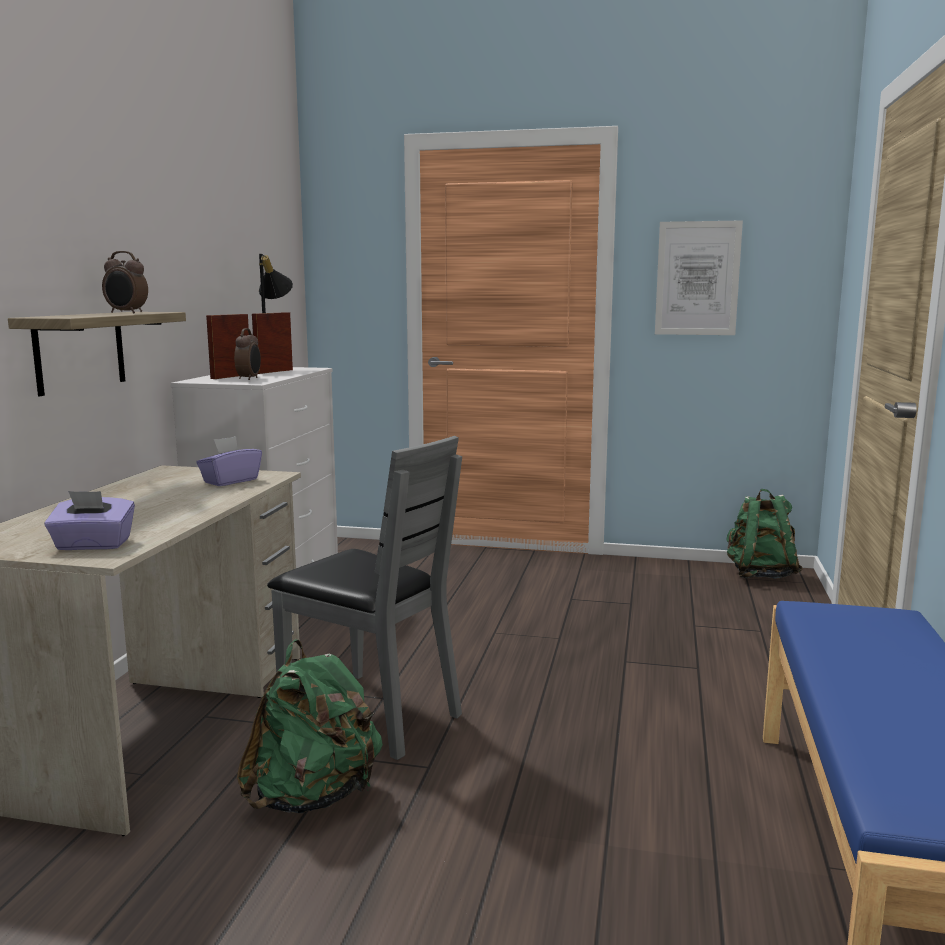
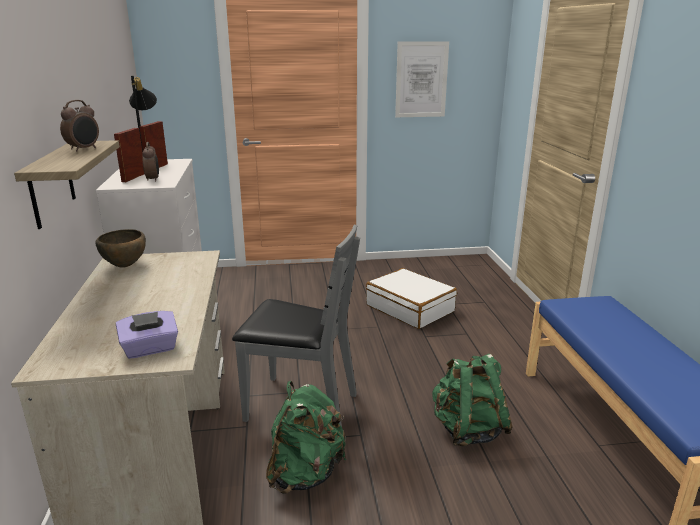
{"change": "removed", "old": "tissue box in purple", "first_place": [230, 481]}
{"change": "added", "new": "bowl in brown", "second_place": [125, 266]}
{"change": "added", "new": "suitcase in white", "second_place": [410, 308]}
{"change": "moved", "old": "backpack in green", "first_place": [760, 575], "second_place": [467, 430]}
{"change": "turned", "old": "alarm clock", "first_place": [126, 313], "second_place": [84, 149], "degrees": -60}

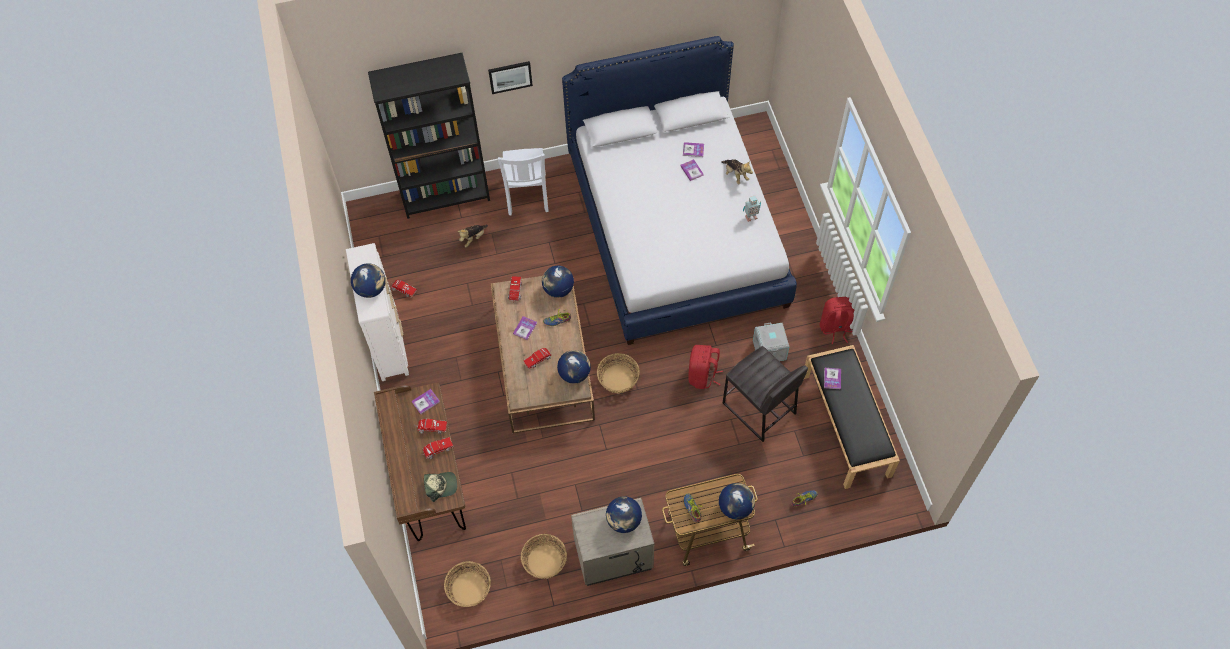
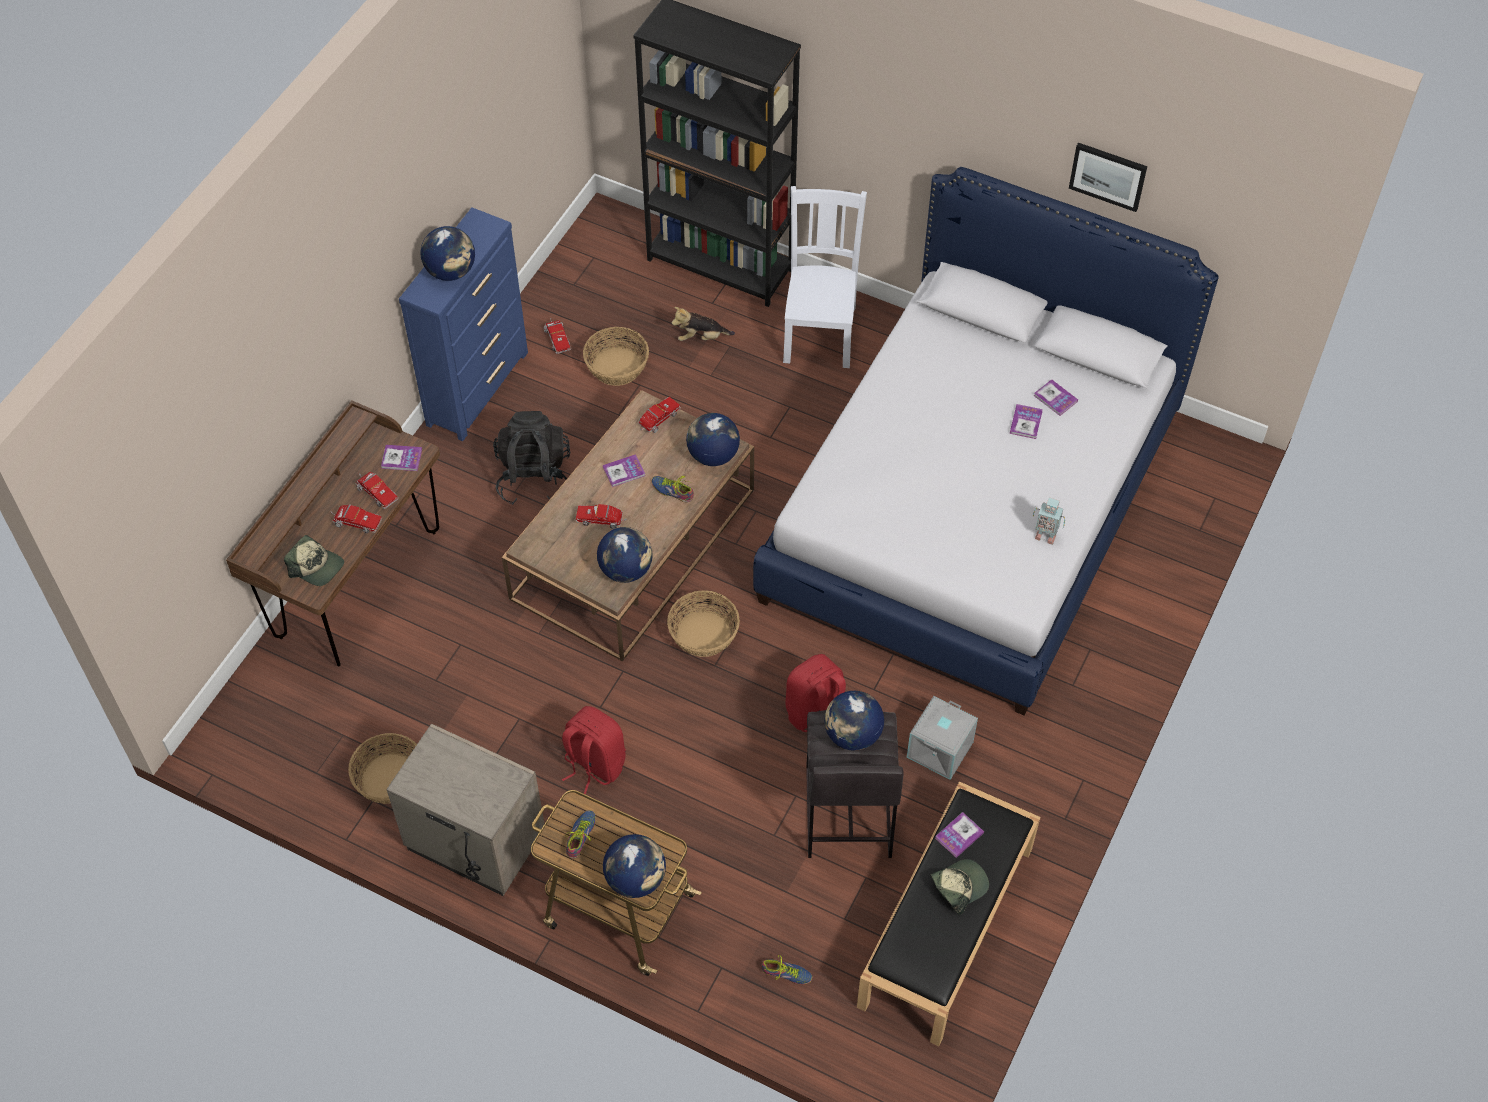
{"change": "removed", "old": "plush toy", "first_place": [735, 175]}
{"change": "added", "new": "backpack in black", "second_place": [534, 478]}
{"change": "added", "new": "cap", "second_place": [958, 886]}
{"change": "moved", "old": "basket", "first_place": [469, 589], "second_place": [616, 367]}
{"change": "moved", "old": "picture", "first_place": [510, 76], "second_place": [1108, 175]}
{"change": "moved", "old": "globe", "first_place": [624, 521], "second_place": [852, 735]}
{"change": "moved", "old": "backpack in red", "first_place": [835, 328], "second_place": [593, 764]}
{"change": "recoloured", "old": "dresser in white", "new": "dresser in blue", "first_place": [389, 342], "second_place": [478, 388]}
{"change": "turned", "old": "chair in white", "first_place": [527, 195], "second_place": [820, 332], "degrees": 150}

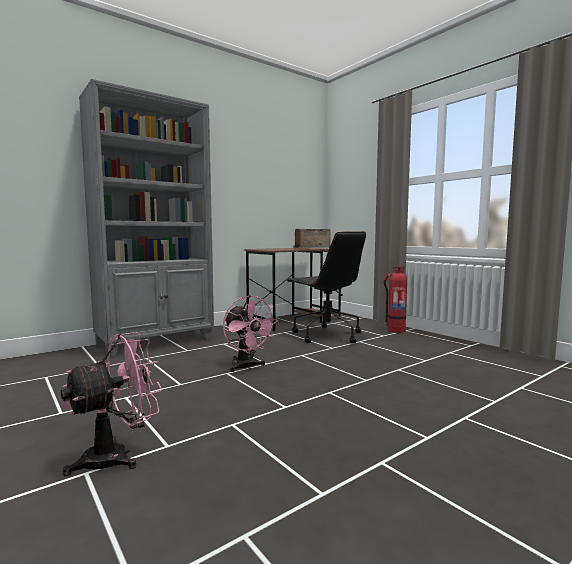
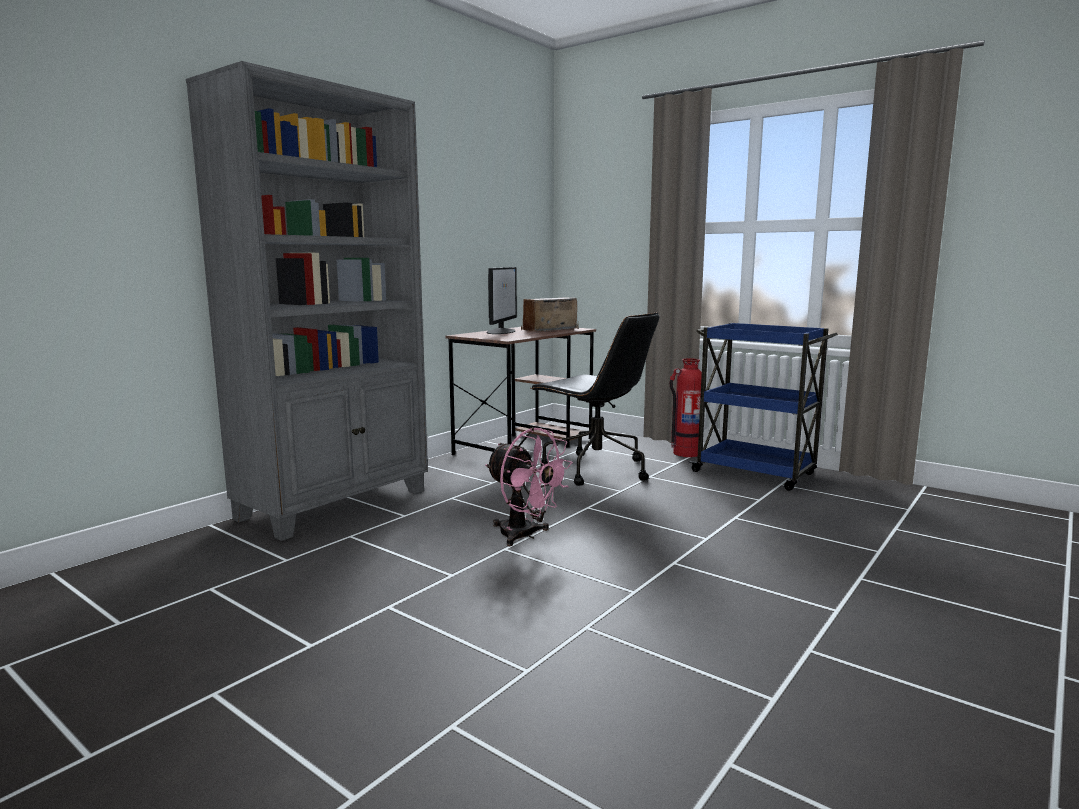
{"change": "removed", "old": "fan in pink", "first_place": [117, 456]}
{"change": "added", "new": "monitor", "second_place": [501, 331]}
{"change": "added", "new": "cart in blue", "second_place": [756, 473]}

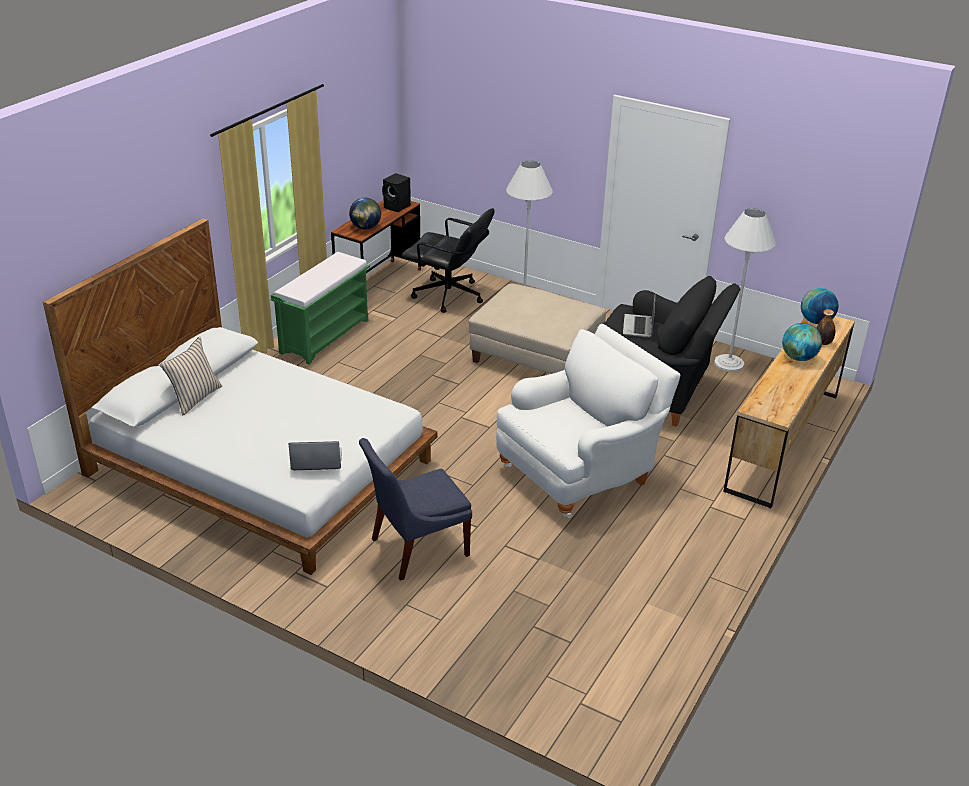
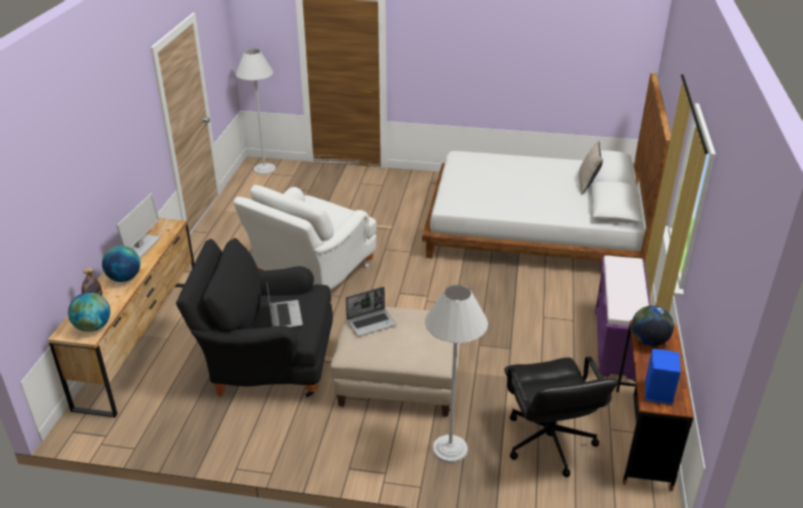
{"change": "removed", "old": "chair in blue", "first_place": [415, 548]}
{"change": "added", "new": "monitor", "second_place": [141, 247]}
{"change": "moved", "old": "laptop", "first_place": [315, 461], "second_place": [371, 323]}
{"change": "moved", "old": "floor lamp in white", "first_place": [729, 363], "second_place": [264, 169]}
{"change": "recoloured", "old": "bench in green", "new": "bench in purple", "first_place": [325, 336], "second_place": [616, 345]}
{"change": "recoloured", "old": "speaker in black", "new": "speaker in blue", "first_place": [397, 207], "second_place": [657, 392]}
{"change": "turned", "old": "office chair in black", "first_place": [449, 296], "second_place": [548, 443], "degrees": -105}

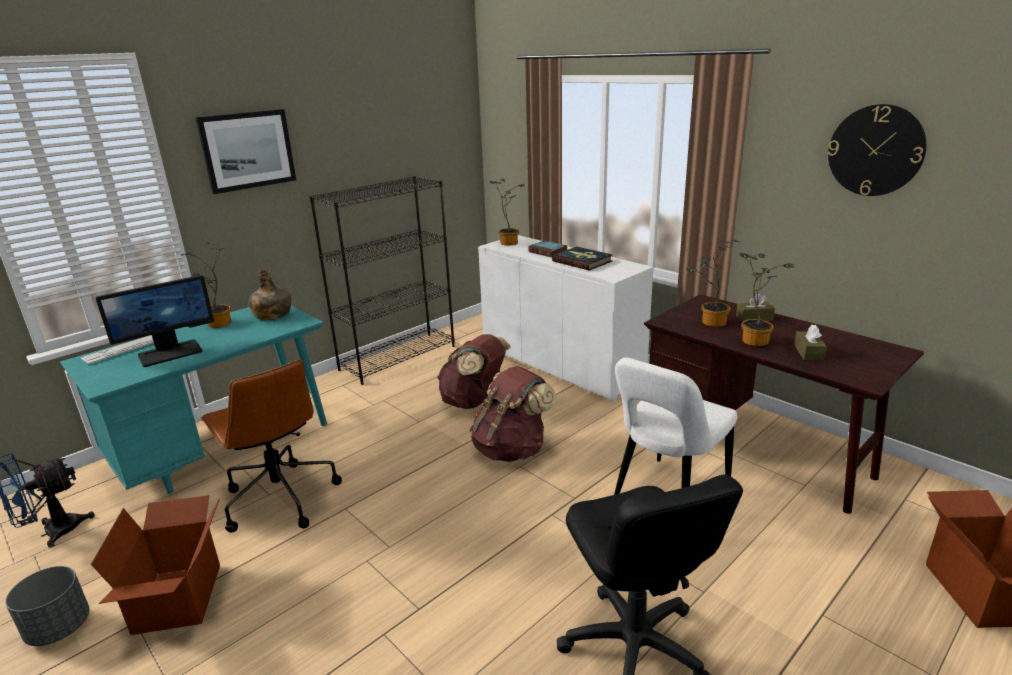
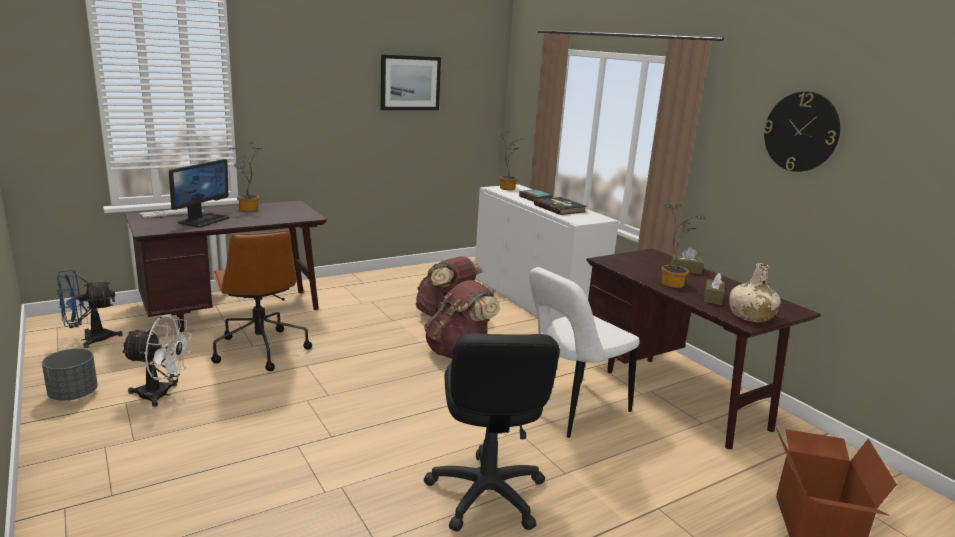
{"change": "removed", "old": "bottle in green", "first_place": [272, 315]}
{"change": "removed", "old": "bookcase in black", "first_place": [398, 357]}
{"change": "removed", "old": "potted plant", "first_place": [710, 322]}
{"change": "added", "new": "bottle in beige", "second_place": [750, 316]}
{"change": "moved", "old": "picture", "first_place": [247, 150], "second_place": [410, 83]}
{"change": "replaced", "old": "cardboard box", "new": "fan in white", "first_place": [180, 598], "second_place": [162, 395]}
{"change": "recoloured", "old": "desk in turquoise", "new": "desk in brown", "first_place": [226, 449], "second_place": [234, 312]}
{"change": "turned", "old": "monitor", "first_place": [170, 353], "second_place": [203, 220], "degrees": -45}

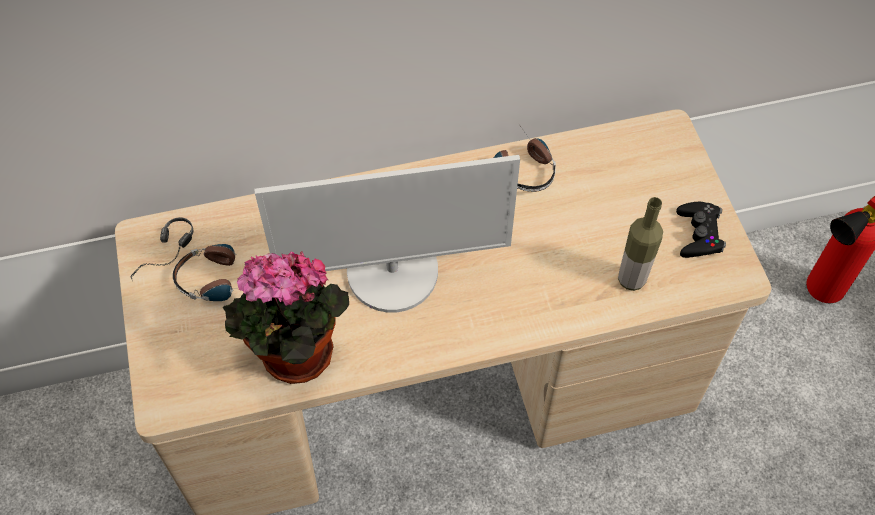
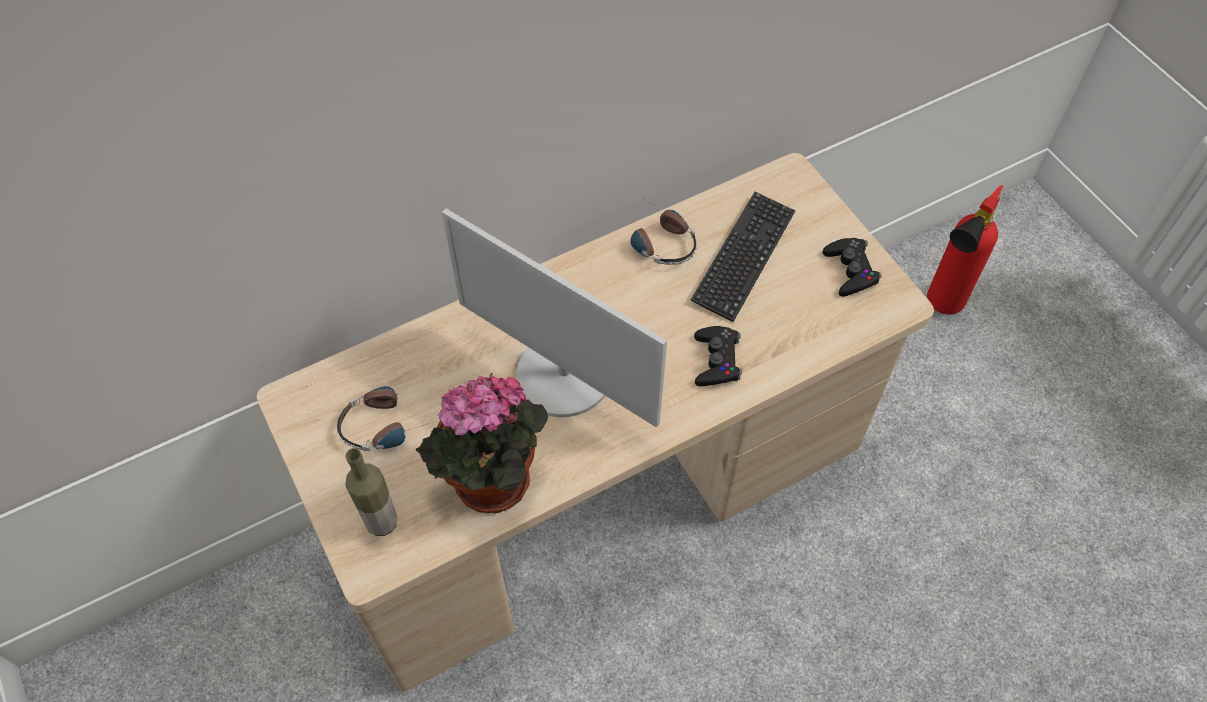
{"change": "removed", "old": "headphones", "first_place": [167, 257]}
{"change": "added", "new": "keyboard", "second_place": [743, 257]}
{"change": "added", "new": "game controller in black", "second_place": [716, 360]}
{"change": "moved", "old": "bottle", "first_place": [631, 280], "second_place": [382, 523]}
{"change": "turned", "old": "monitor", "first_place": [393, 272], "second_place": [564, 376], "degrees": 60}

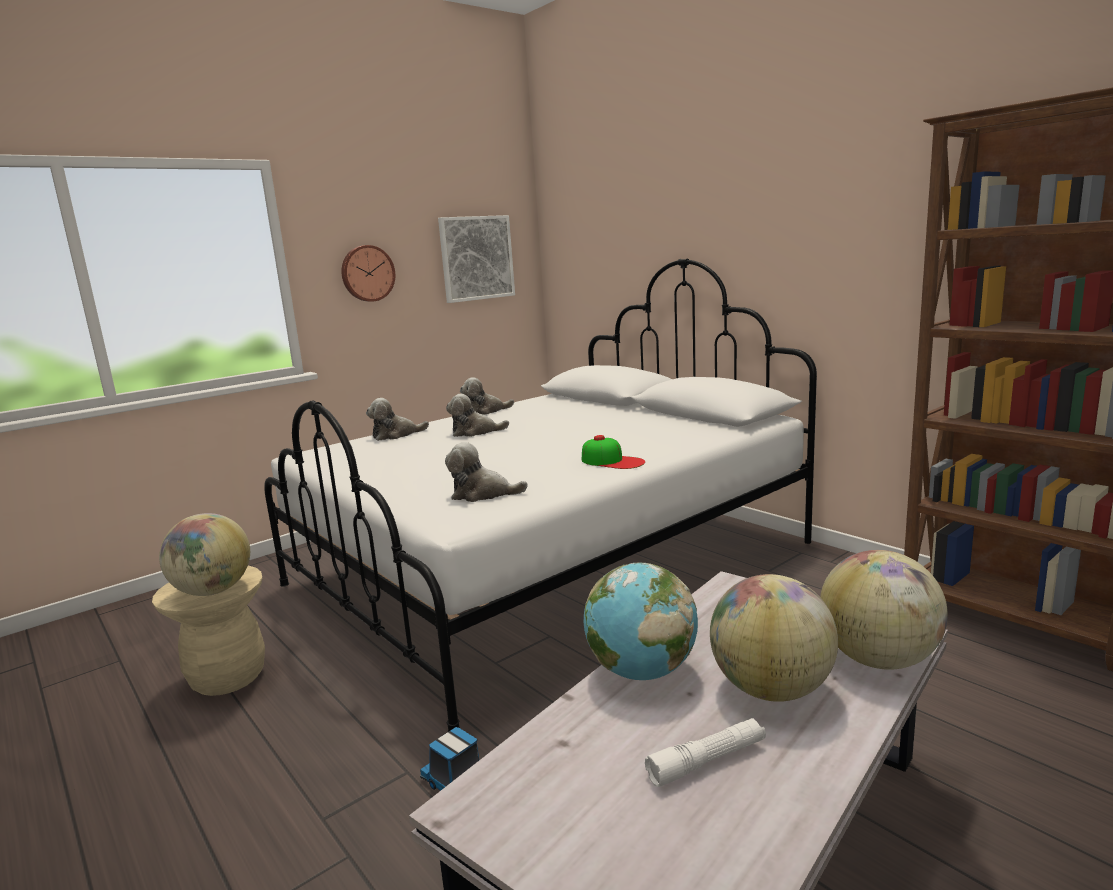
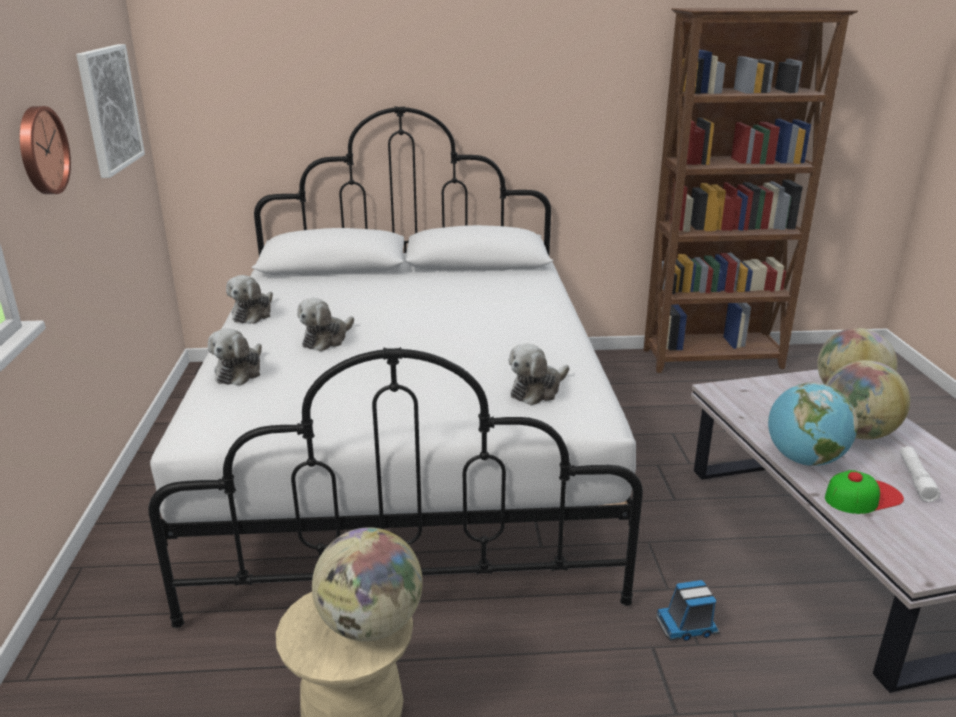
{"change": "moved", "old": "cap", "first_place": [612, 461], "second_place": [863, 496]}

